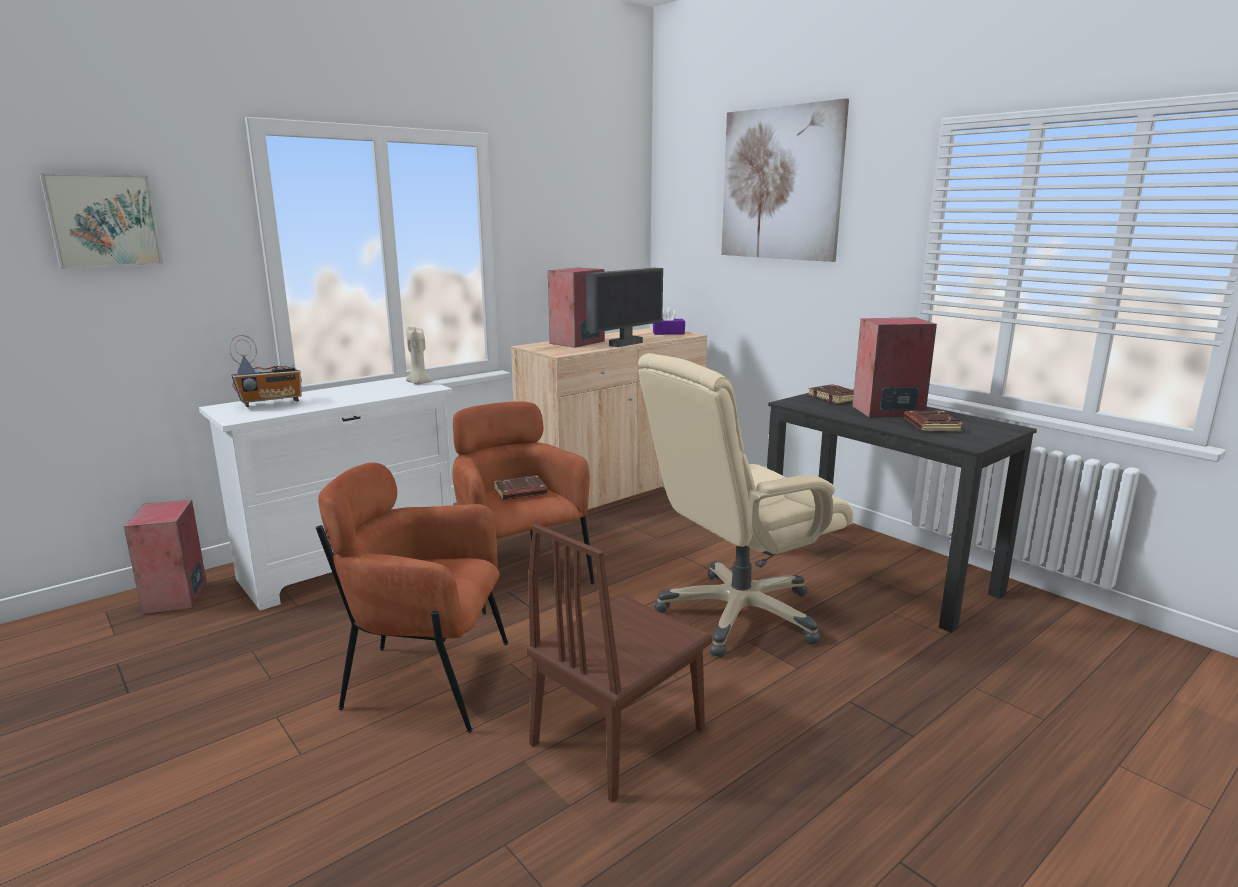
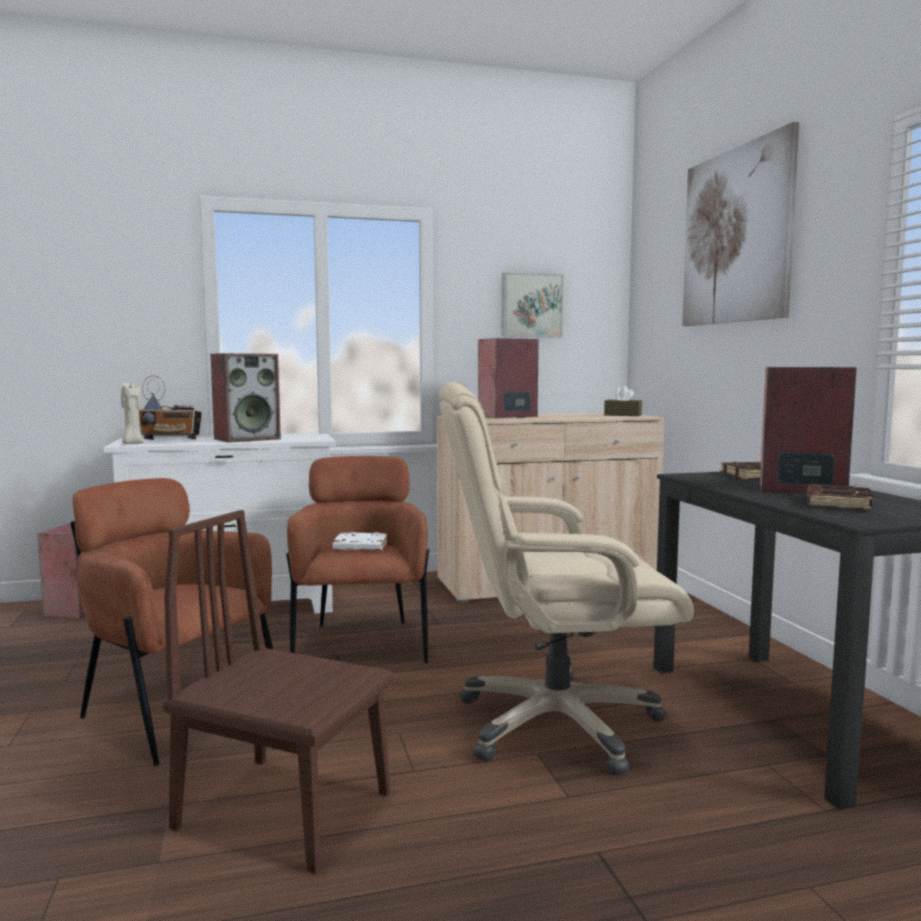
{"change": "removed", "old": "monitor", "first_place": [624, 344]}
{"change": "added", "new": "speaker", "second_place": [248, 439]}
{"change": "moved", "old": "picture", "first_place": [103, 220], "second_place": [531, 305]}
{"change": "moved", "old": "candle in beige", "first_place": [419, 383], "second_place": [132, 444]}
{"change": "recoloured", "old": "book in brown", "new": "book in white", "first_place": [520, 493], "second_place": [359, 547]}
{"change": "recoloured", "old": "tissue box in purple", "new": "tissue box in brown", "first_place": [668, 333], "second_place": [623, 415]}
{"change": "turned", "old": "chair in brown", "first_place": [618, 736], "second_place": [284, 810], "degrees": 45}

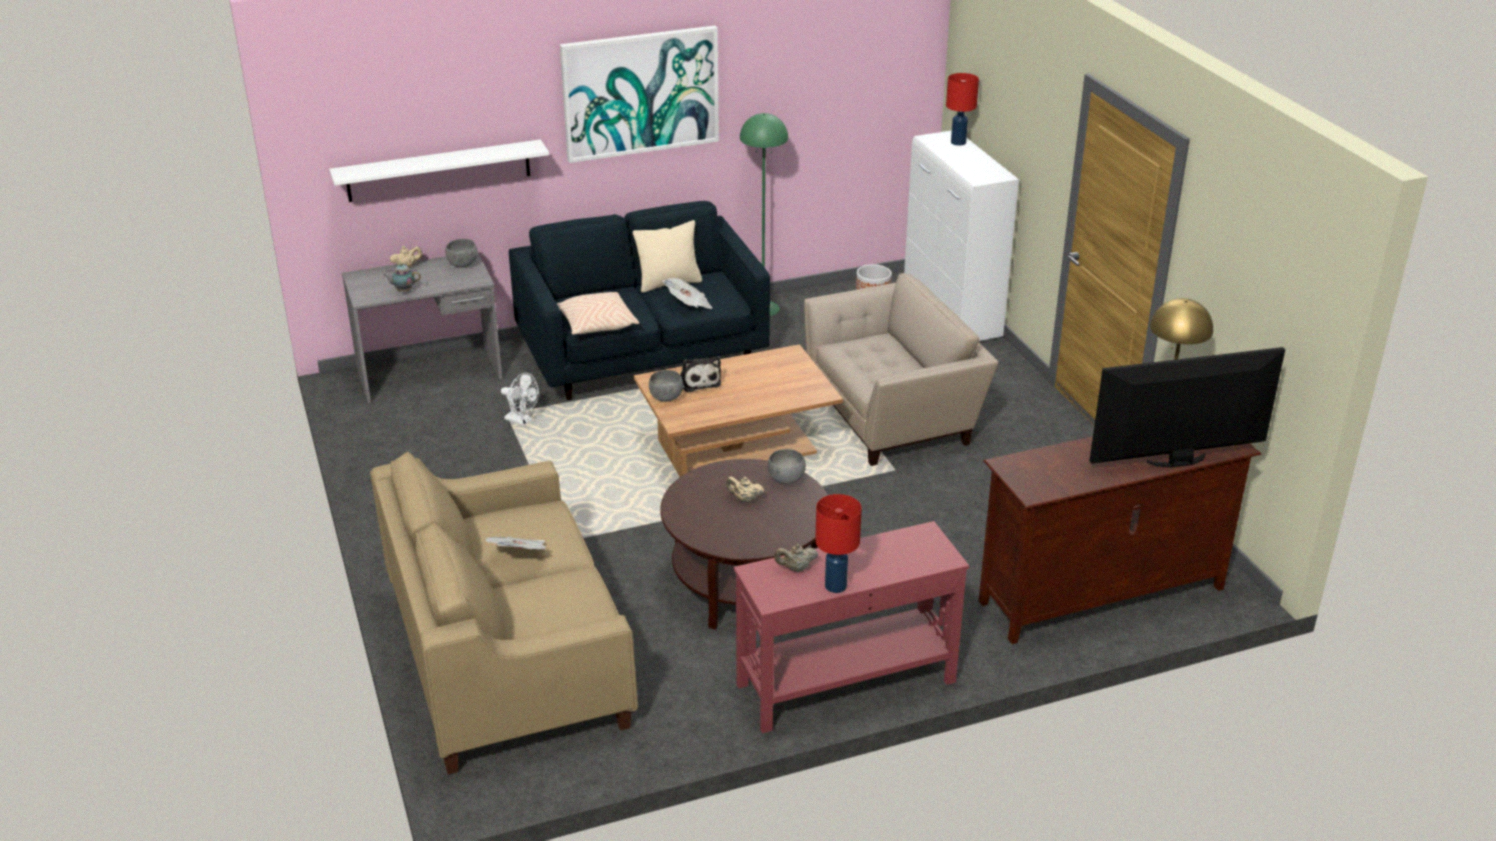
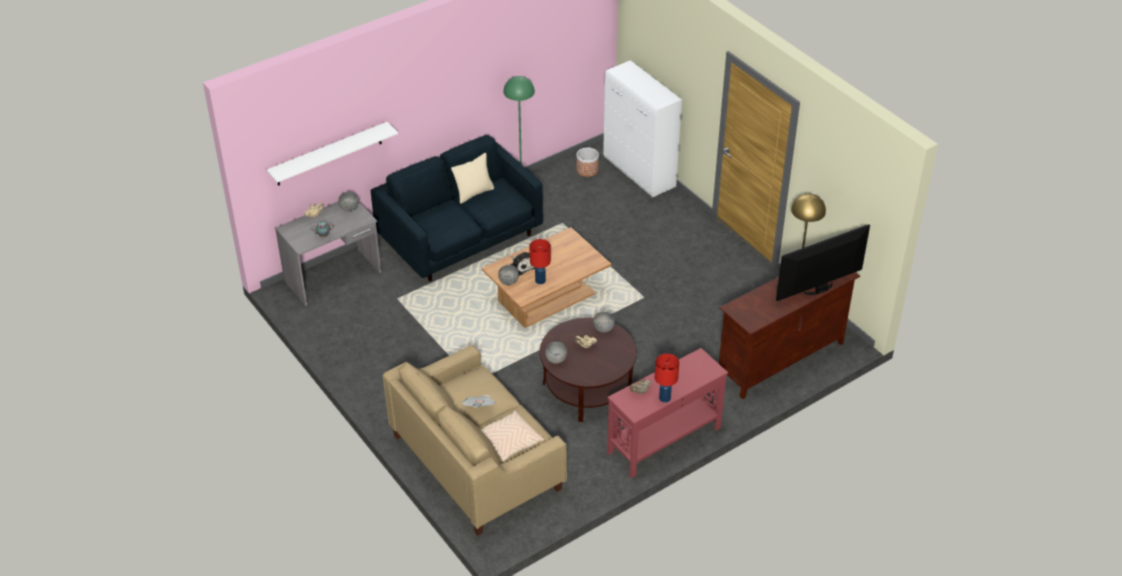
{"change": "removed", "old": "fan in white", "first_place": [522, 421]}
{"change": "removed", "old": "picture", "first_place": [640, 93]}
{"change": "removed", "old": "newspaper", "first_place": [688, 305]}
{"change": "removed", "old": "armchair in beige", "first_place": [893, 415]}
{"change": "added", "new": "bowl in grey", "second_place": [556, 359]}
{"change": "moved", "old": "pillow in beige", "first_place": [596, 325], "second_place": [510, 442]}
{"change": "moved", "old": "table lamp in red", "first_place": [958, 142], "second_place": [540, 280]}

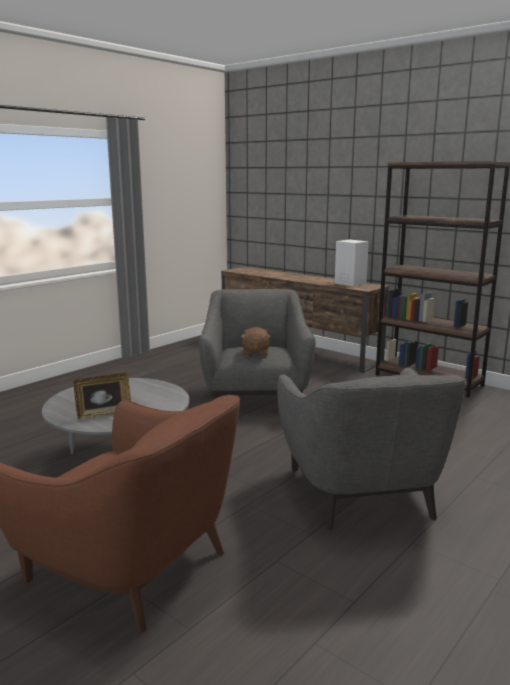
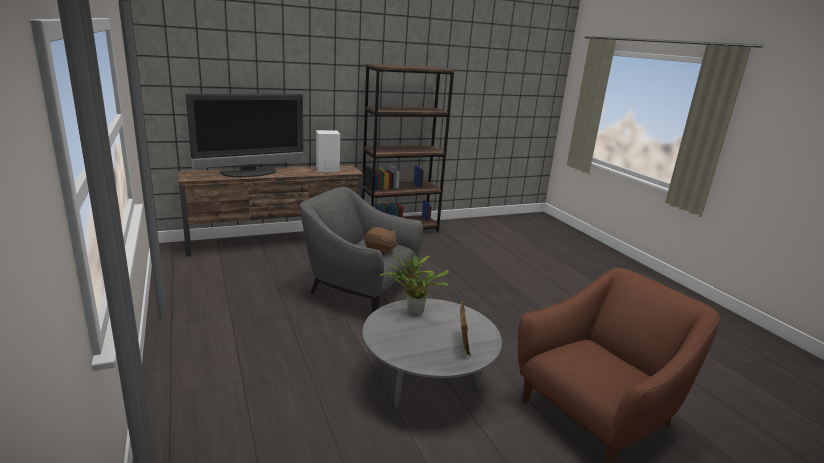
{"change": "removed", "old": "armchair in grey", "first_place": [361, 492]}
{"change": "added", "new": "television", "second_place": [250, 173]}
{"change": "added", "new": "potted plant", "second_place": [413, 311]}

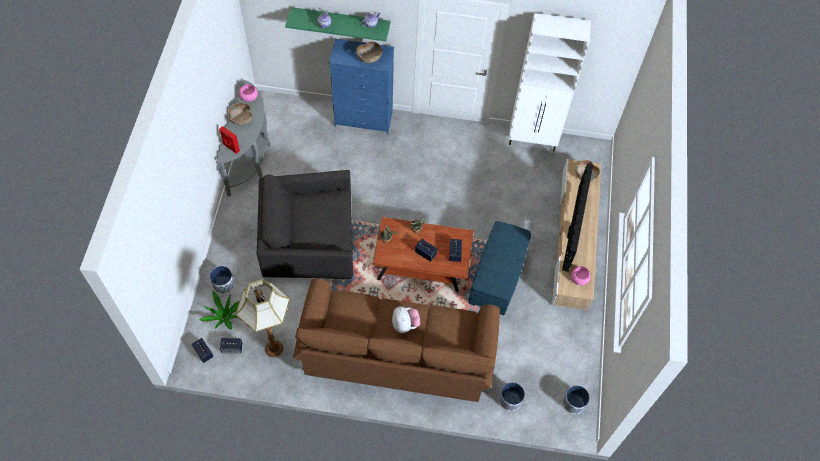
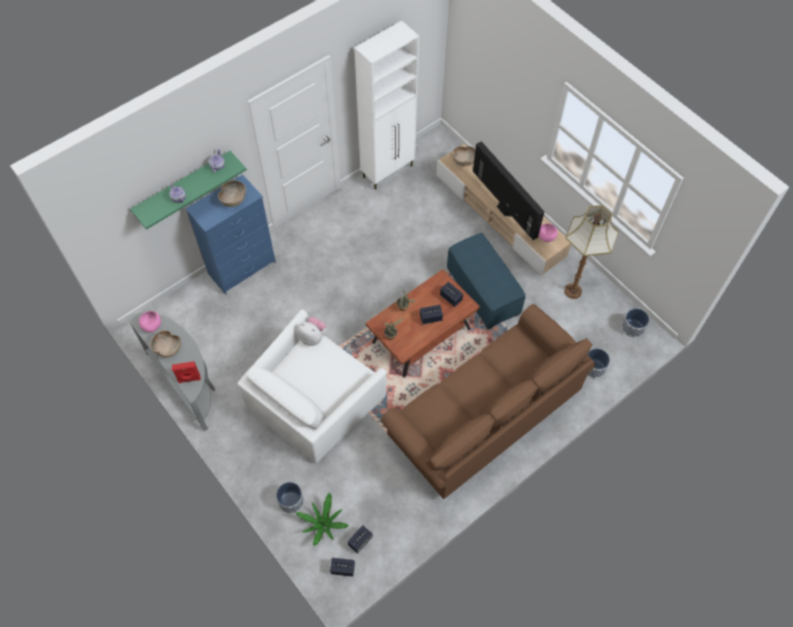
{"change": "moved", "old": "floor lamp", "first_place": [274, 348], "second_place": [572, 290]}
{"change": "moved", "old": "plush toy", "first_place": [405, 324], "second_place": [312, 337]}
{"change": "recoloured", "old": "armchair in black", "new": "armchair in white", "first_place": [308, 239], "second_place": [314, 399]}

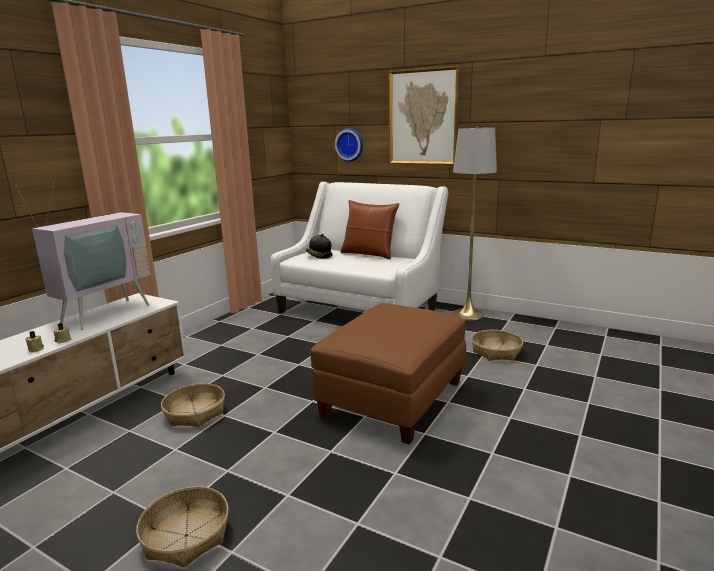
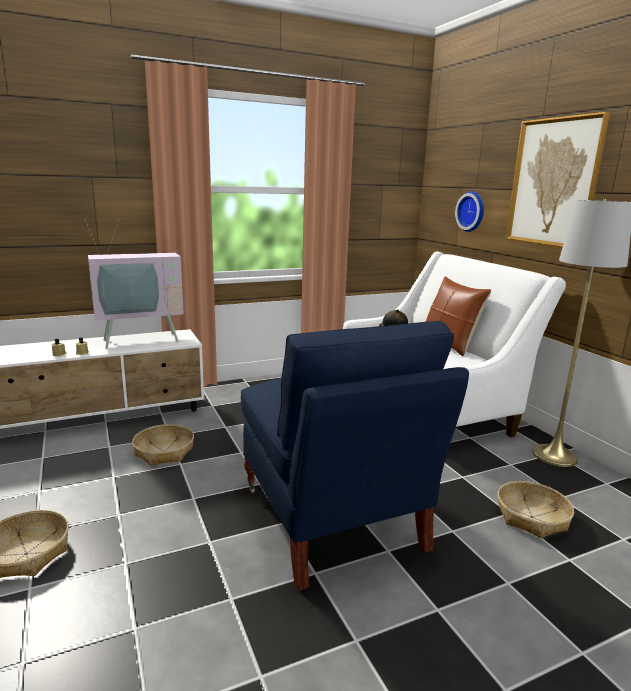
{"change": "replaced", "old": "ottoman in brown", "new": "armchair in blue", "first_place": [393, 400], "second_place": [333, 519]}

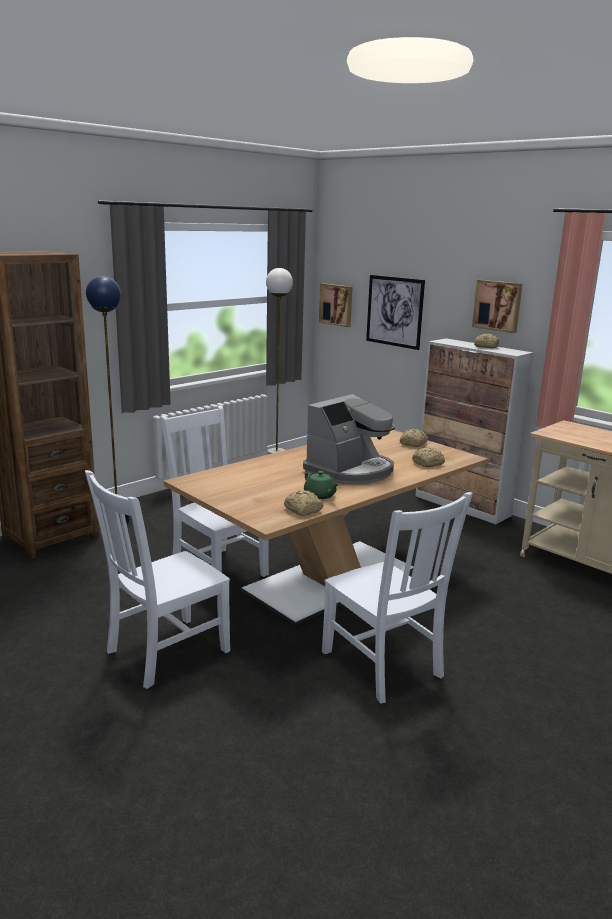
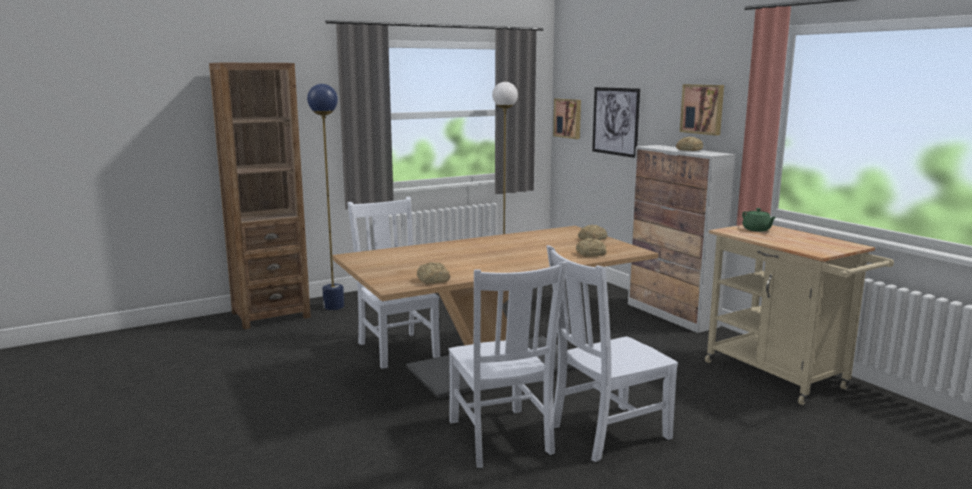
{"change": "removed", "old": "coffee machine", "first_place": [350, 471]}
{"change": "moved", "old": "chair in white", "first_place": [164, 652], "second_place": [606, 433]}
{"change": "moved", "old": "teapot in green", "first_place": [320, 495], "second_place": [757, 229]}

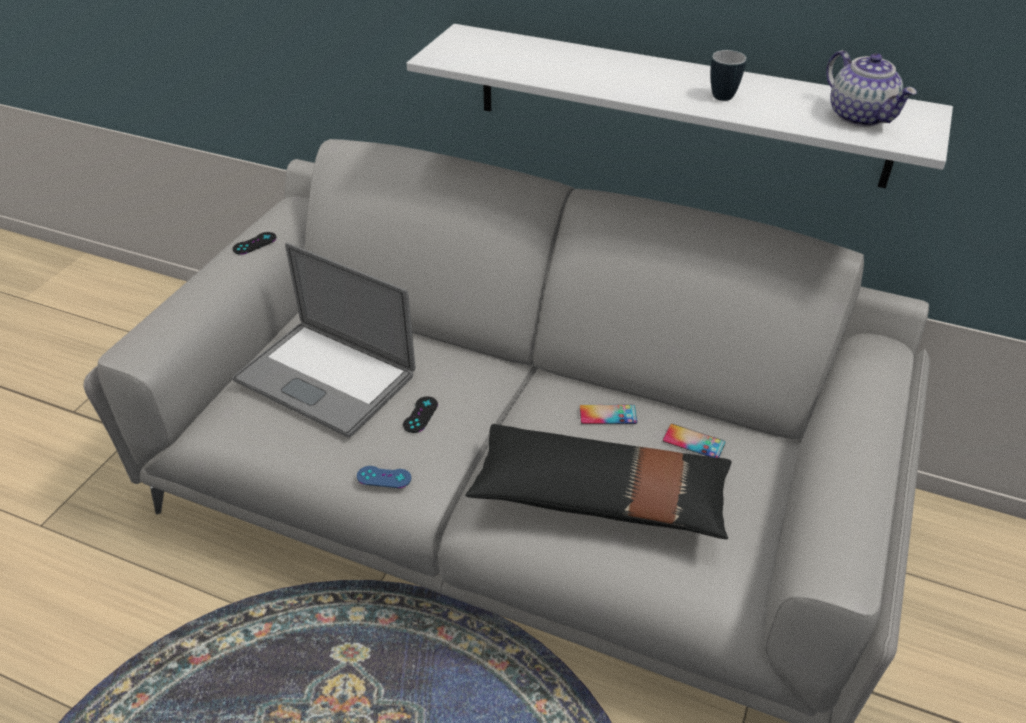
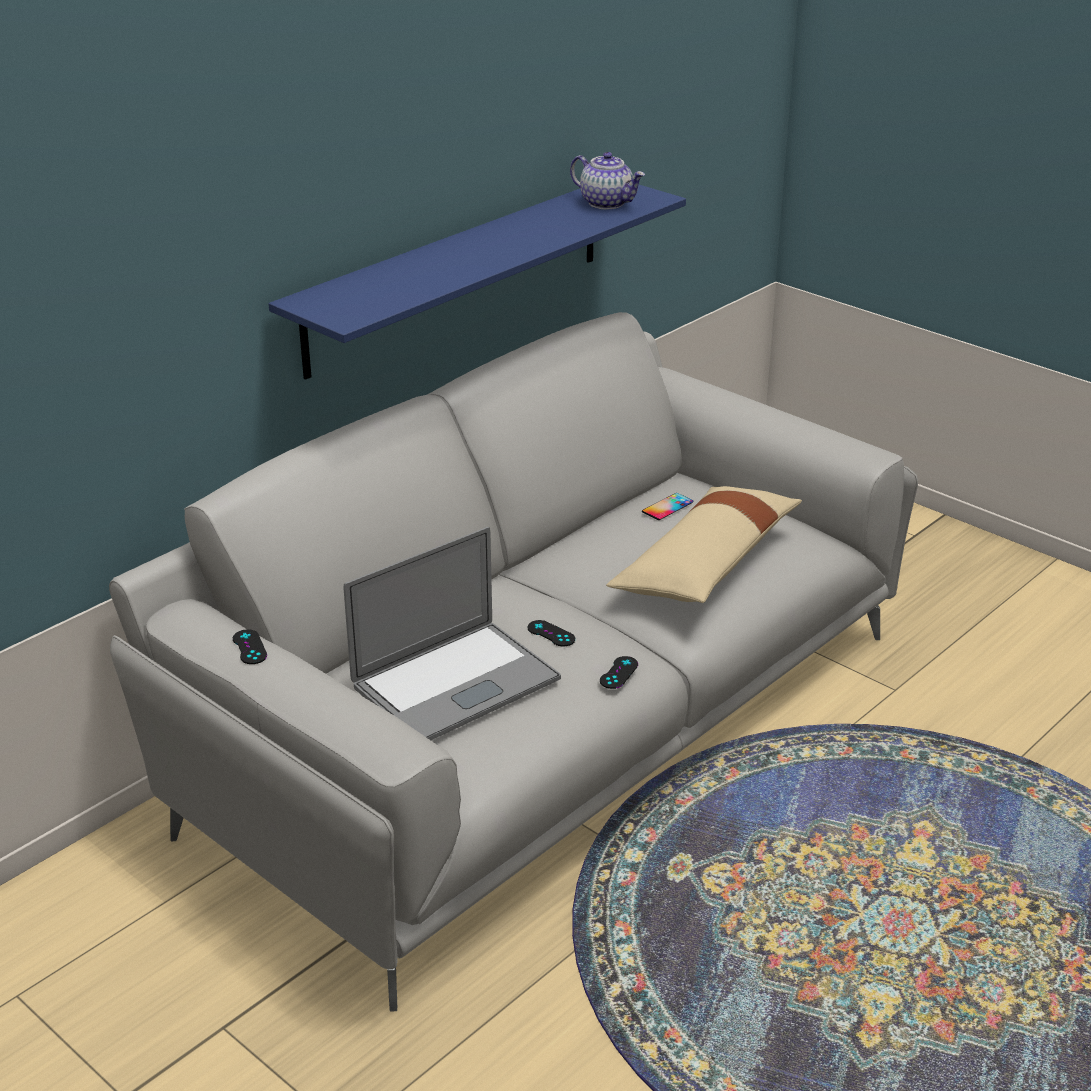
{"change": "removed", "old": "phone", "first_place": [608, 415]}
{"change": "removed", "old": "mug", "first_place": [725, 94]}
{"change": "recoloured", "old": "game controller in blue", "new": "game controller in black", "first_place": [384, 477], "second_place": [618, 673]}
{"change": "recoloured", "old": "shelf in white", "new": "shelf in blue", "first_place": [677, 104], "second_place": [457, 274]}
{"change": "recoloured", "old": "pillow in black", "new": "pillow in beige", "first_place": [600, 497], "second_place": [706, 564]}
{"change": "turned", "old": "teapot", "first_place": [861, 117], "second_place": [607, 203], "degrees": 45}

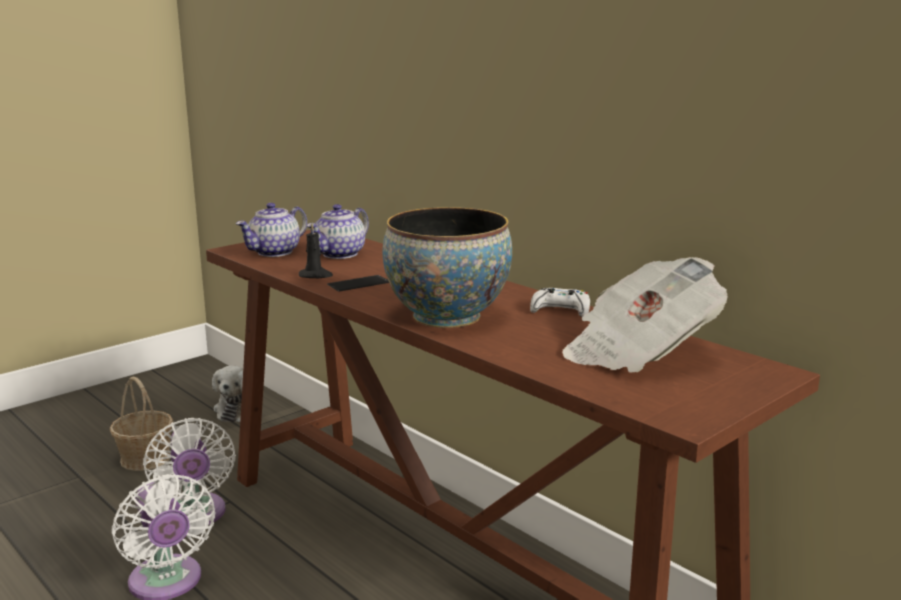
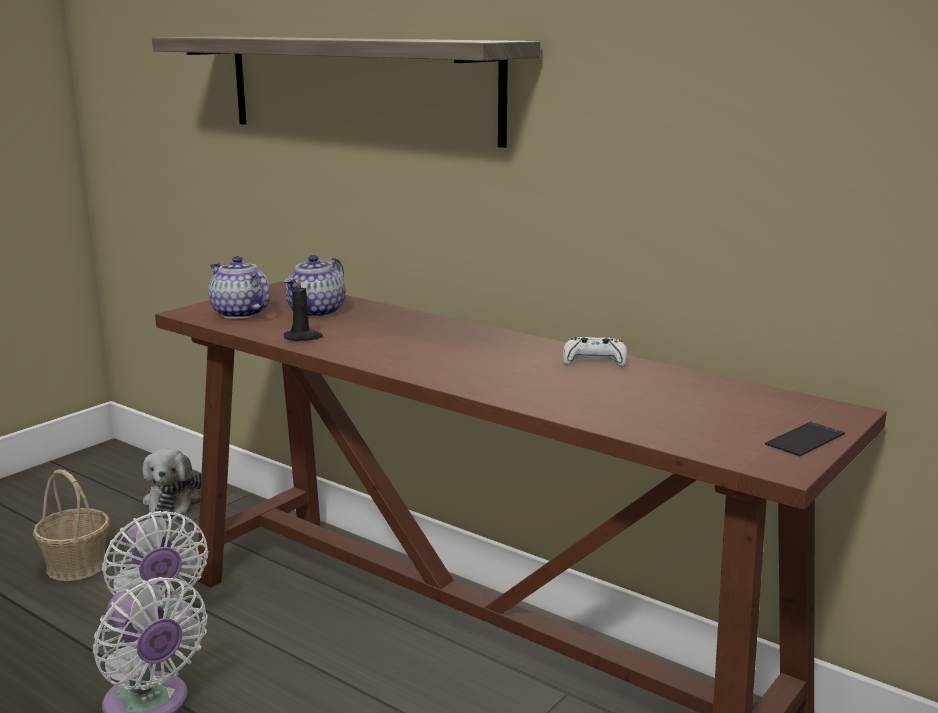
{"change": "removed", "old": "bowl", "first_place": [447, 316]}
{"change": "removed", "old": "newspaper", "first_place": [638, 352]}
{"change": "added", "new": "shelf", "second_place": [359, 87]}
{"change": "moved", "old": "phone", "first_place": [359, 284], "second_place": [805, 439]}
{"change": "turned", "old": "teapot", "first_place": [274, 252], "second_place": [239, 313], "degrees": 105}

